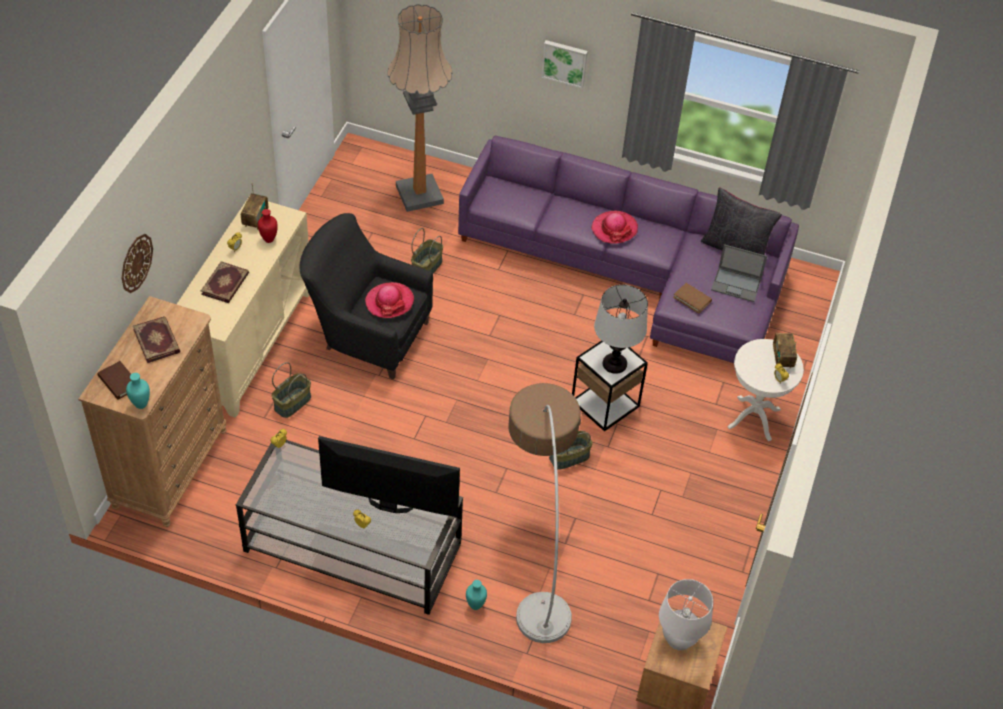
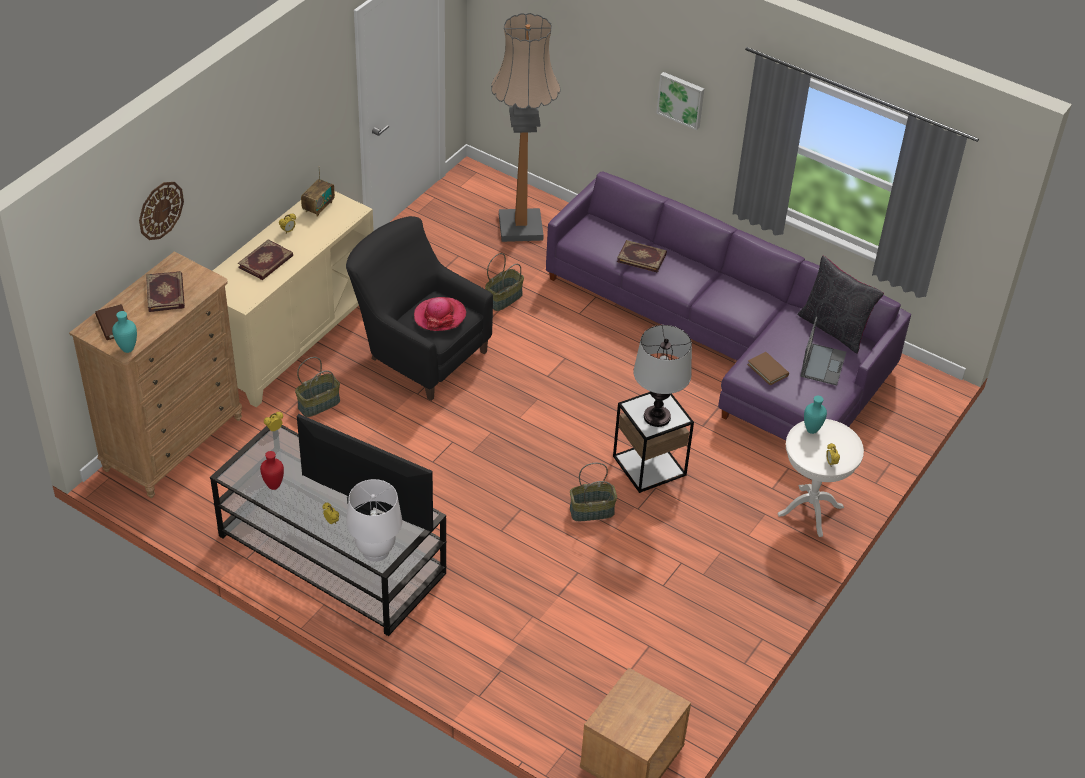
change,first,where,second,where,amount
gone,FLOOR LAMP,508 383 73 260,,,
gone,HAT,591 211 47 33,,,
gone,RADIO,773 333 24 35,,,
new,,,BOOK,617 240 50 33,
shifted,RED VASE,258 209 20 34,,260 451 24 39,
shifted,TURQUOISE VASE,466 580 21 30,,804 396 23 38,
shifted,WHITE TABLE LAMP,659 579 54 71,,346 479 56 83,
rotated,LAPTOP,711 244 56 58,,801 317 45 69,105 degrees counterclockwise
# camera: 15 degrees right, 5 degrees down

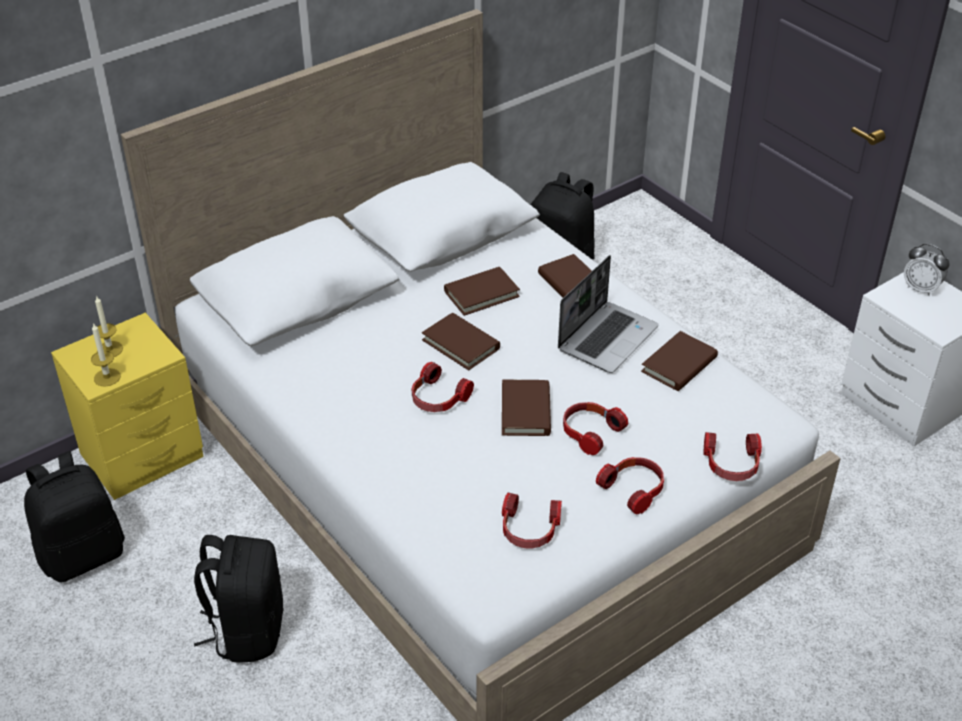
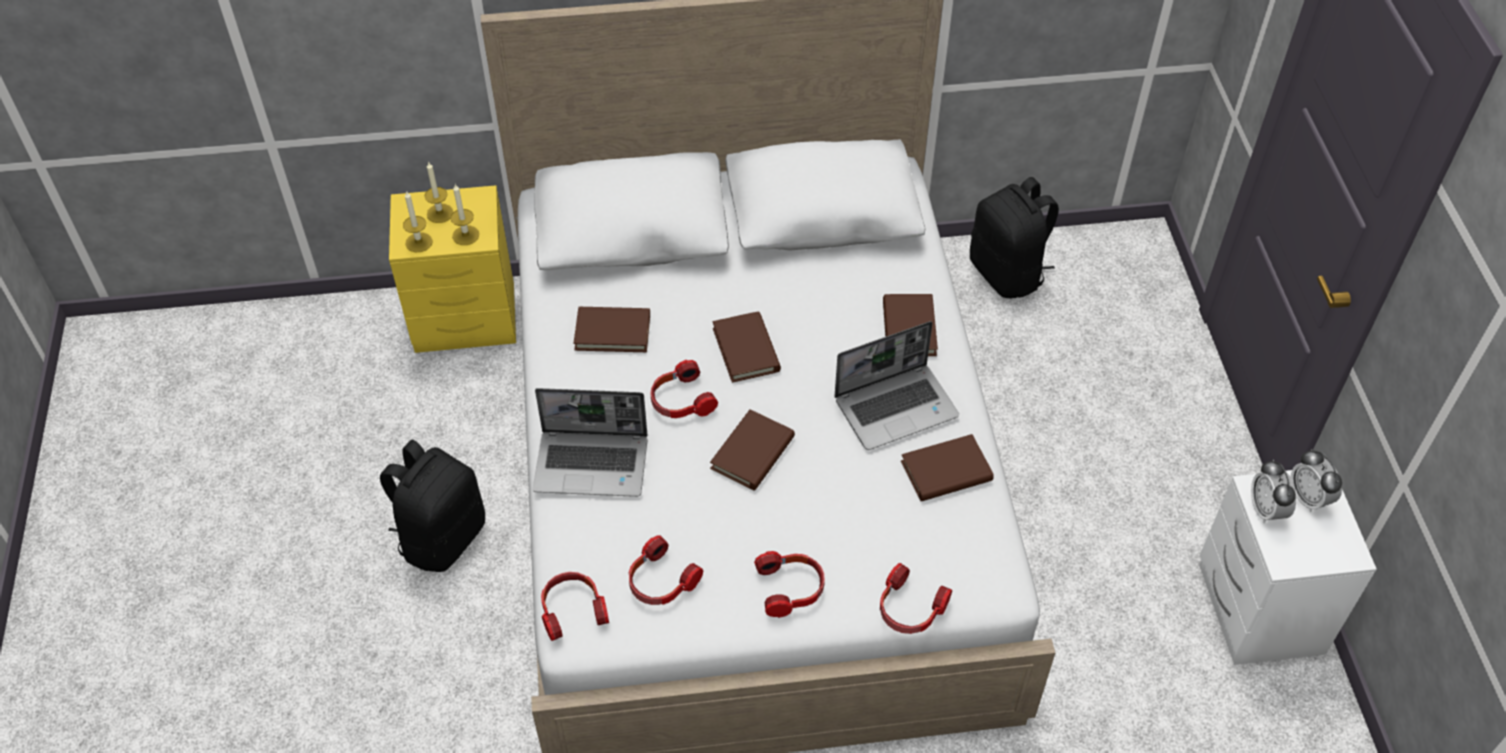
change,first,where,second,where,amount
gone,BLACK BACKPACK,24 451 101 132,,,
new,,,CANDLE,450 184 29 61,
new,,,LAPTOP,533 388 114 109,
new,,,ALARM CLOCK,1251 459 45 64,
shifted,BROWN BOOK,444 267 76 49,,574 307 76 45,
shifted,HEADPHONES,563 402 65 53,,541 572 68 69,
# camera: 30 degrees right, 10 degrees up

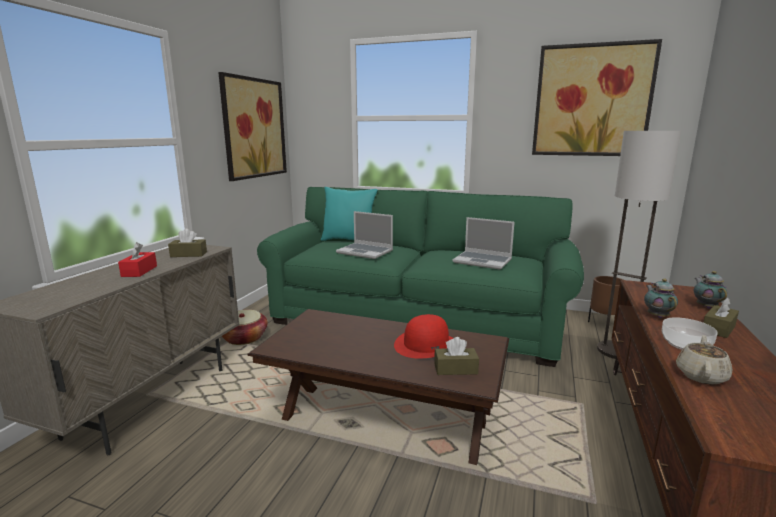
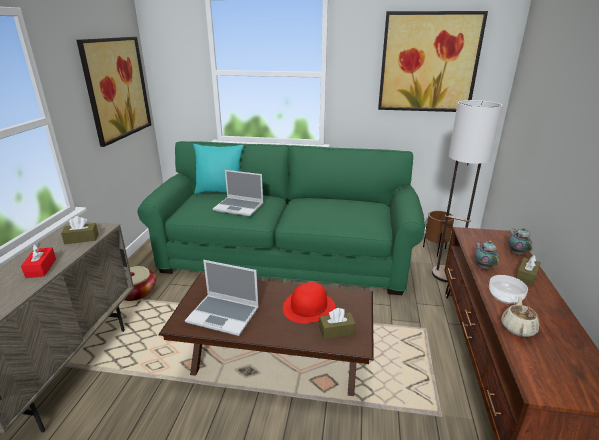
change,first,where,second,where,amount
shifted,LAPTOP,453 217 62 53,,185 260 74 76,
# camera: 10 degrees left, 10 degrees up

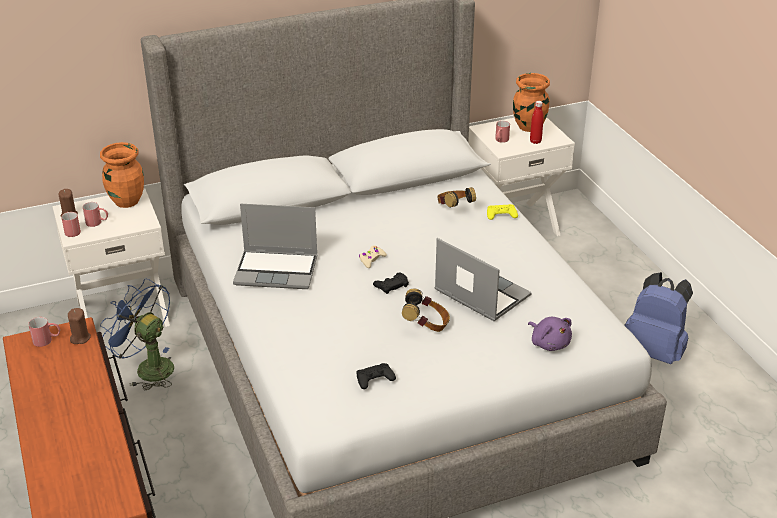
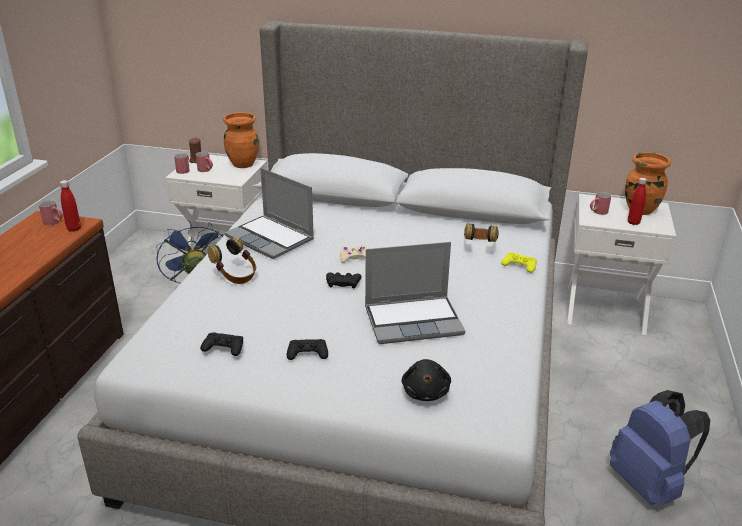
change,first,where,second,where,amount
new,,,BLACK GAME CONTROLLER,287 339 41 21,
shifted,HEADPHONES,402 289 48 43,,208 237 48 47,
swapped,BROWN CANDLE,68 308 23 36,RED BOTTLE,60 180 21 52,
repainted,PURPLE PLUSH TOY,528 317 44 34,BLACK PLUSH TOY,401 359 50 42,
rotated,LAPTOP,435 238 97 83,,365 242 100 102,90 degrees clockwise
# camera: 35 degrees right, 5 degrees down

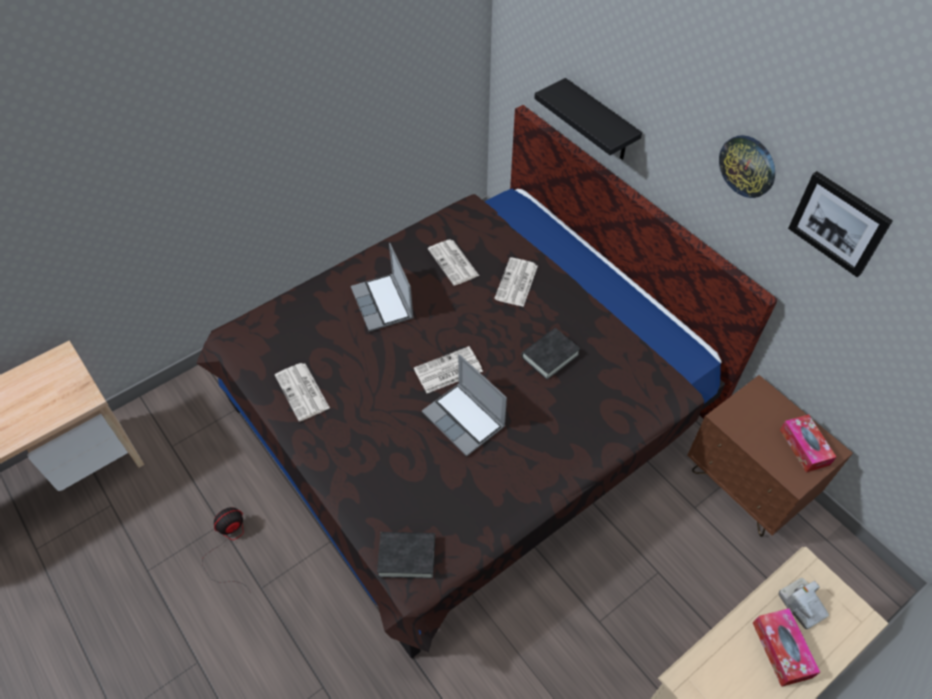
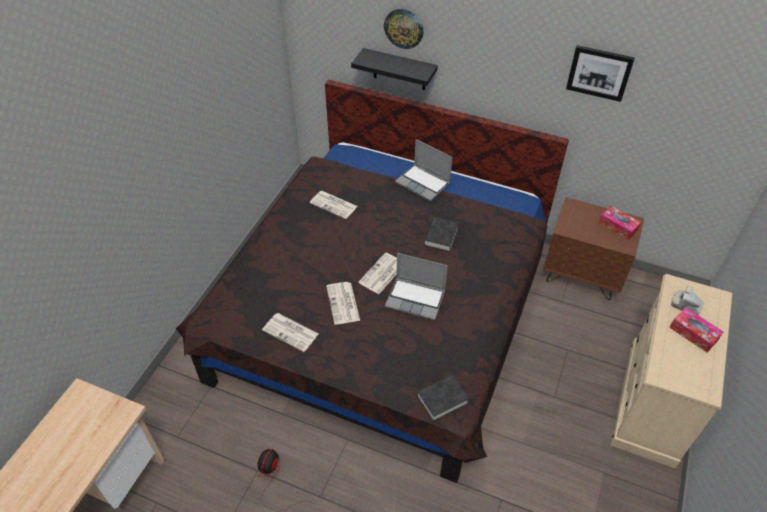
change,first,where,second,where,amount
shifted,LAPTOP,351 243 63 89,,395 139 58 62,
shifted,NEWSPAPER,494 258 44 49,,326 282 34 43,
shifted,WALL CLOCK,719 135 56 63,,384 9 40 40,
# camera: 30 degrees left, 5 degrees down

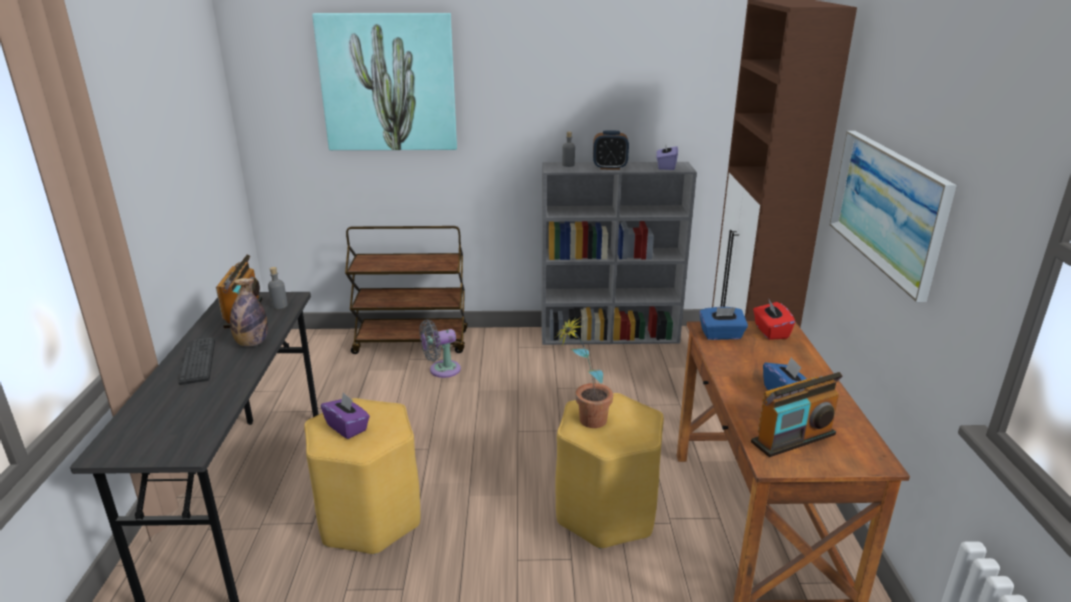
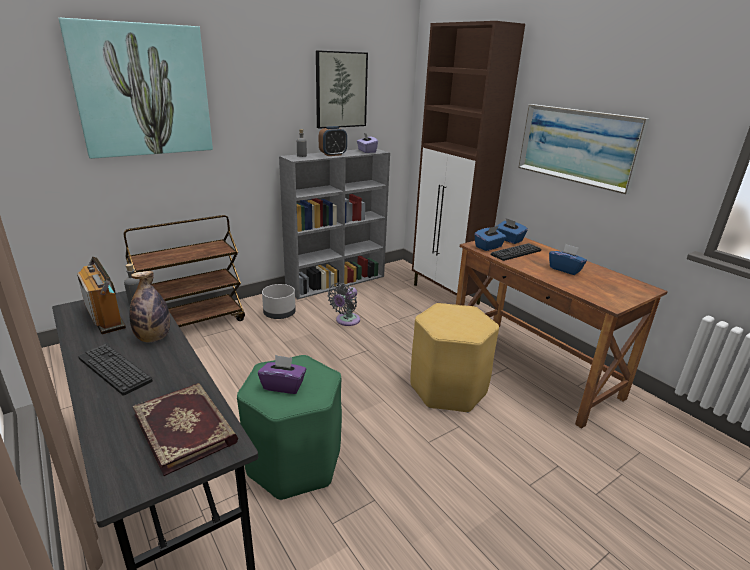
change,first,where,second,where,amount
gone,POTTED PLANT,556 317 57 111,,,
gone,RADIO,751 372 92 85,,,
new,,,BOOK,133 383 105 93,
new,,,GREY PLANTER,262 284 34 35,
new,,,PICTURE,316 50 52 79,
new,,,KEYBOARD,491 243 50 18,
shifted,GREY FAN,419 319 42 59,,328 283 32 43,
repainted,YELLOW STOOL,304 398 116 157,GREEN STOOL,237 355 105 145,
repainted,RED TISSUE BOX,753 298 42 42,BLUE TISSUE BOX,495 218 33 26,
# camera: 35 degrees left, 0 degrees up

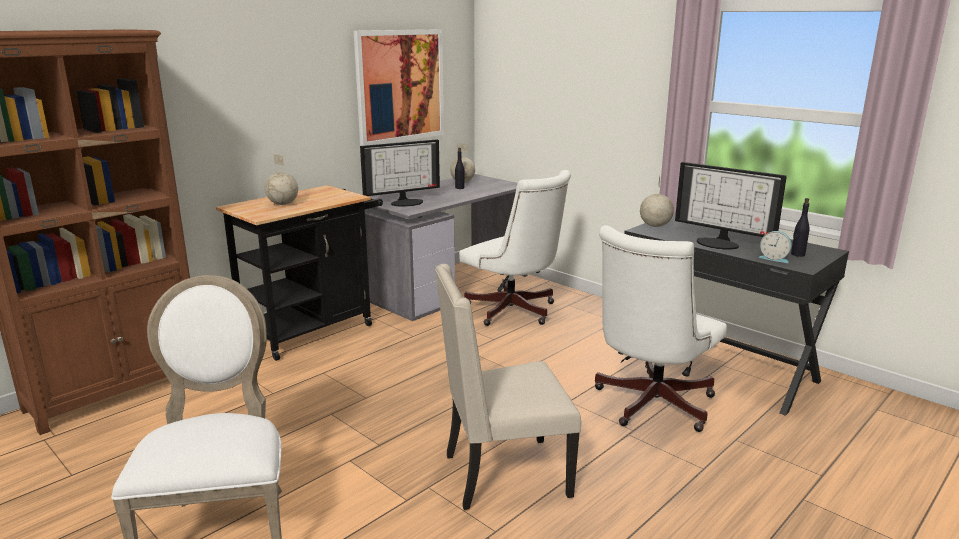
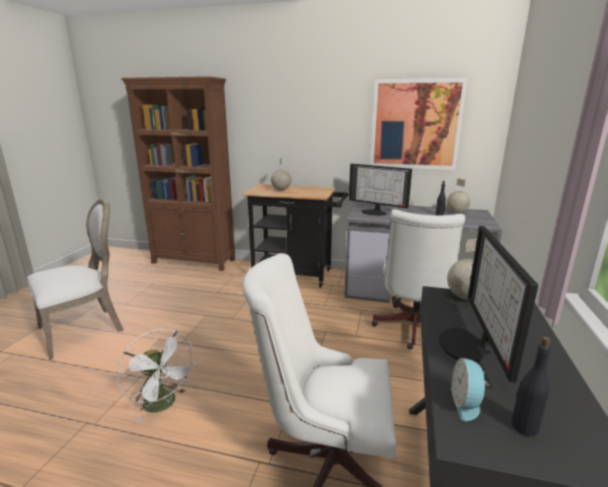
change,first,where,second,where,amount
swapped,BEIGE CHAIR,435 264 146 246,WHITE FAN,118 329 78 94,
# camera: 60 degrees right, 0 degrees up

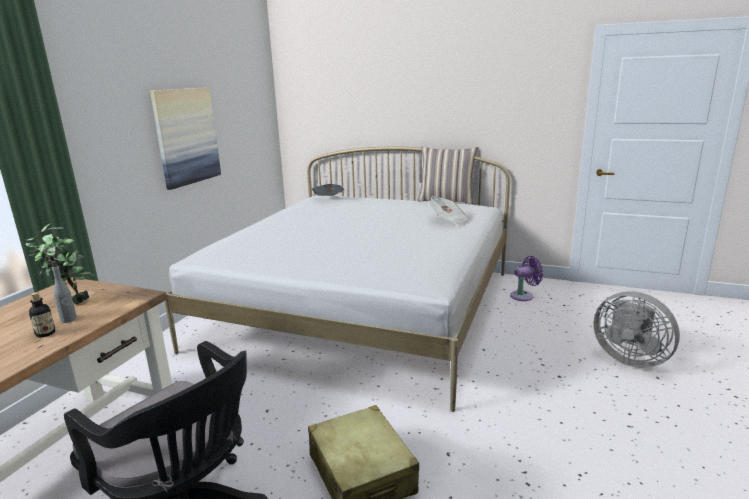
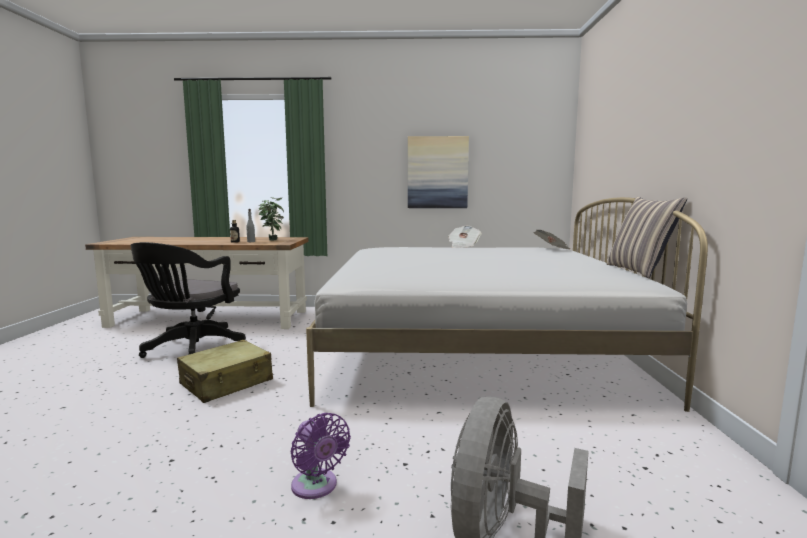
change,first,where,second,where,amount
shifted,NEWSPAPER,429 196 40 30,,448 225 34 23,
shifted,PURPLE FAN,510 256 33 45,,291 413 60 86,
# camera: 70 degrees right, 10 degrees down

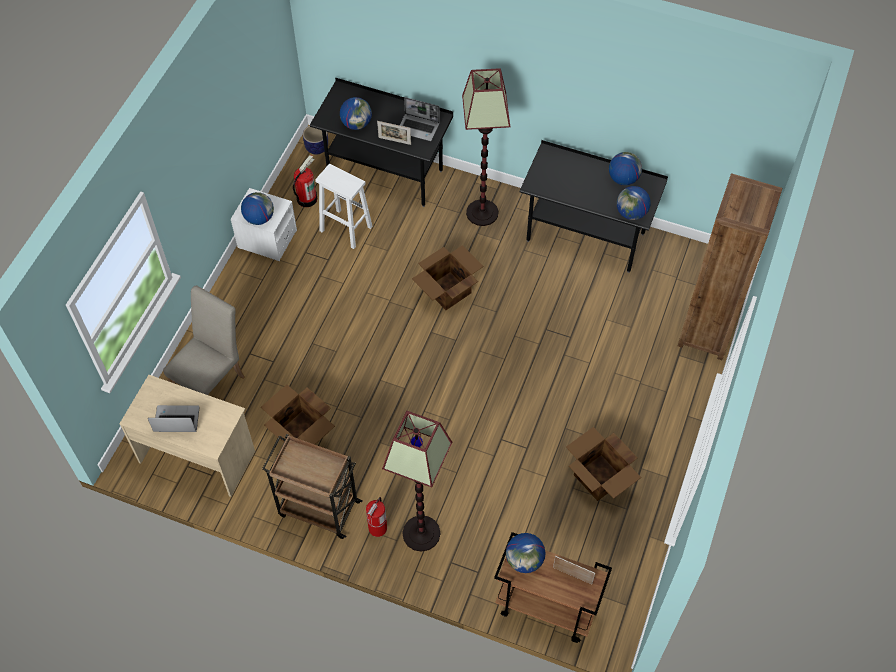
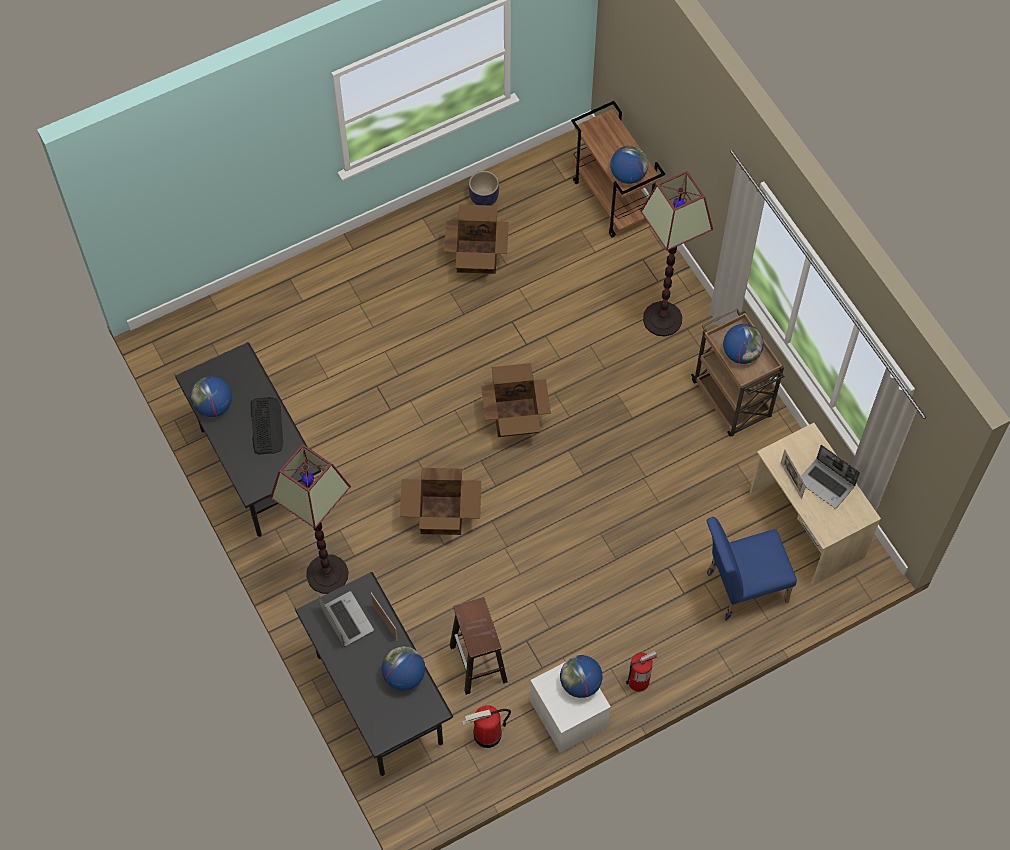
change,first,where,second,where,amount
gone,BROWN BOOKCASE,678 173 105 187,,,
new,,,KEYBOARD,251 397 33 58,
shifted,CARDBOARD BOX,261 385 74 59,,481 363 70 74,
shifted,PLANTER,303 126 25 29,,469 171 30 35,
shifted,FIRE EXTINGUISHER,366 497 21 40,,626 651 31 41,
shifted,PICTURE FRAME,553 556 42 28,,781 449 25 50,
shifted,GLOBE,617 186 34 34,,723 324 41 40,
repainted,BEIGE CHAIR,163 286 82 109,BLUE CHAIR,707 517 90 104,
repainted,WHITE STOOL,315 164 58 85,BROWN STOOL,450 597 58 98,
# camera: 140 degrees left, 5 degrees up

